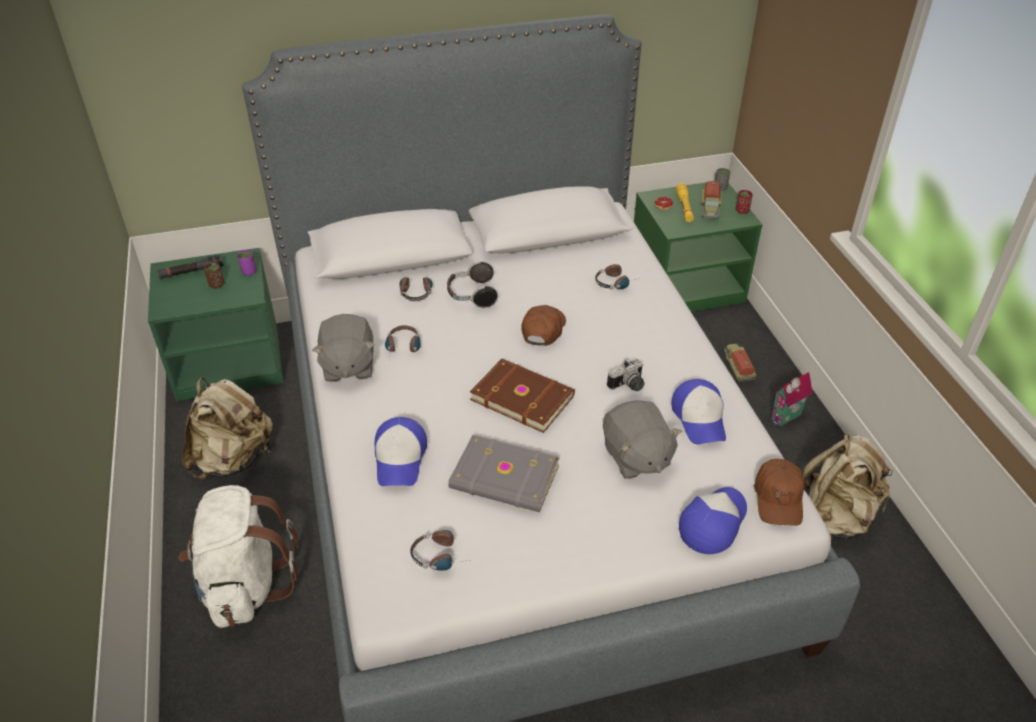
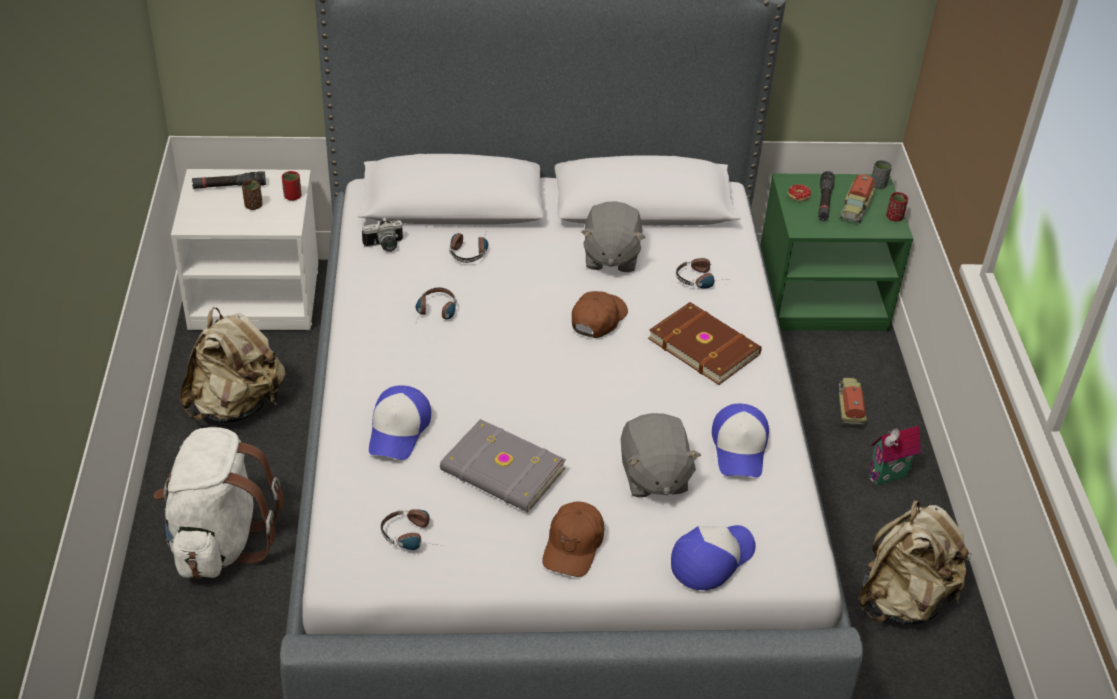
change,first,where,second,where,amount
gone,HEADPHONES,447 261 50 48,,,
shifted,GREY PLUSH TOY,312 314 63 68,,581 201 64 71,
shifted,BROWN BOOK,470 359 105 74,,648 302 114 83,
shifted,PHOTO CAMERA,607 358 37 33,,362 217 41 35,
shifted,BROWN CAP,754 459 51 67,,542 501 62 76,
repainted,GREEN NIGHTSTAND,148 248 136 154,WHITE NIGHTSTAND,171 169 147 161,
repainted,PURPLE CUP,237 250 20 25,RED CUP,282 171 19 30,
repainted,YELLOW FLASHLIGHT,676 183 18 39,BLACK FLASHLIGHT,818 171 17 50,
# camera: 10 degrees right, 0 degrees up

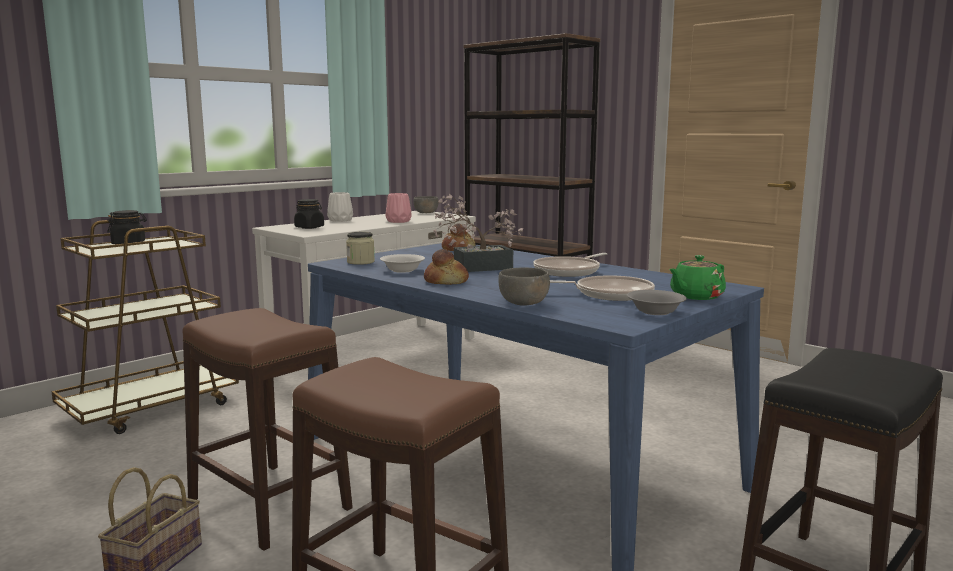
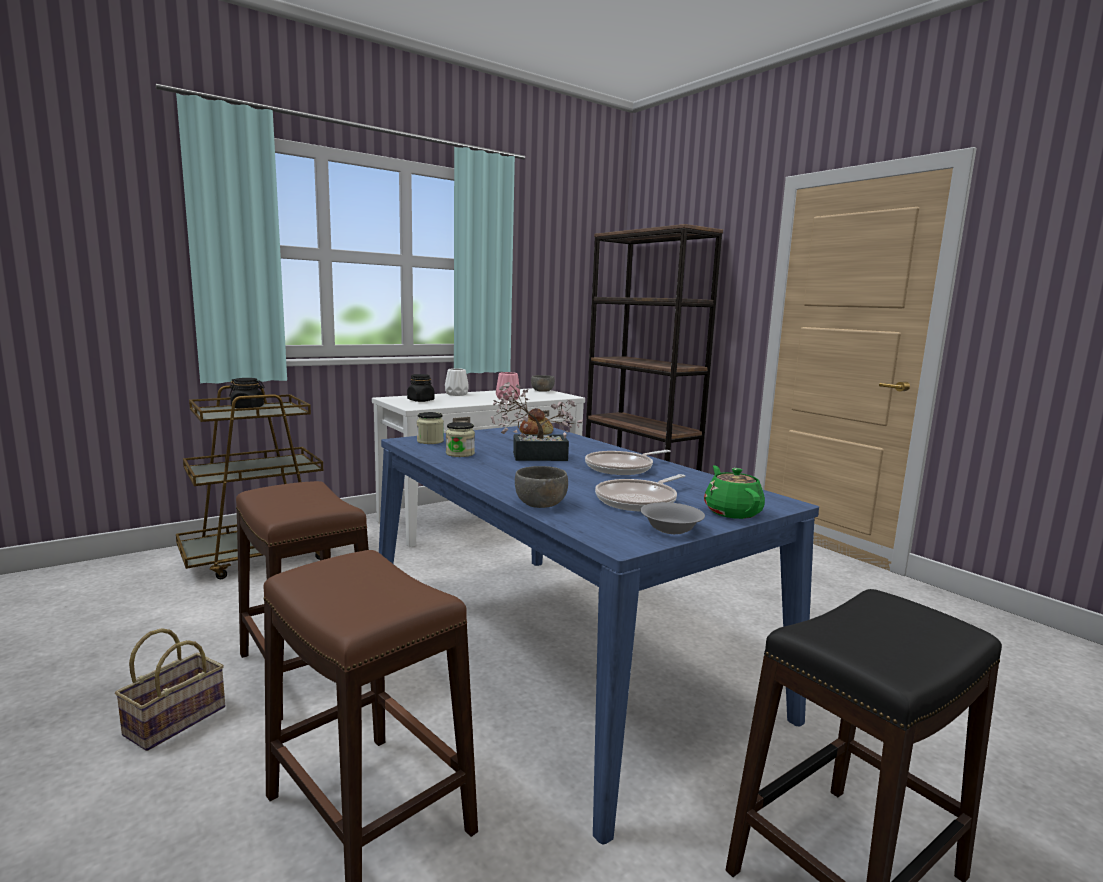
change,first,where,second,where,amount
gone,BREAD,424 249 45 36,,,
swapped,WHITE BOWL,380 254 45 19,JAR,446 422 29 35,
rotated,FRYING PAN,550 275 105 26,,595 474 90 38,120 degrees clockwise
rotated,GREEN TEAPOT,669 255 57 45,,704 465 61 54,105 degrees clockwise
# camera: 10 degrees right, 0 degrees up

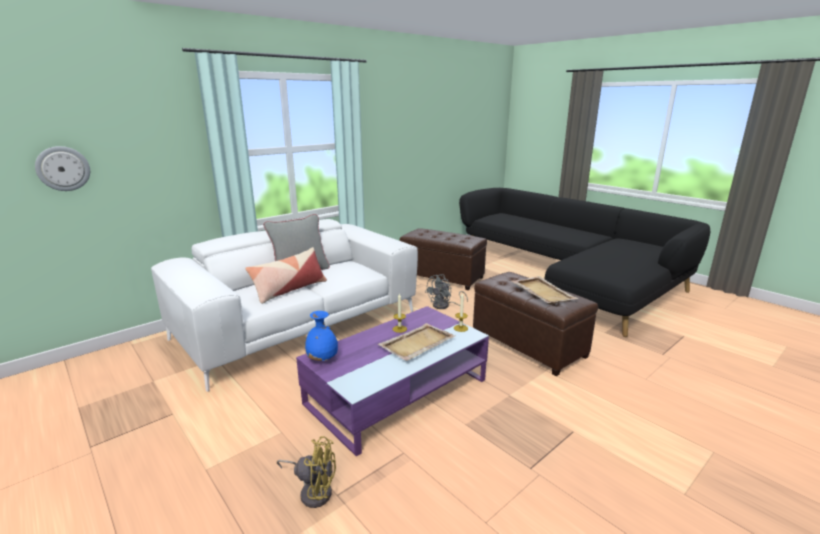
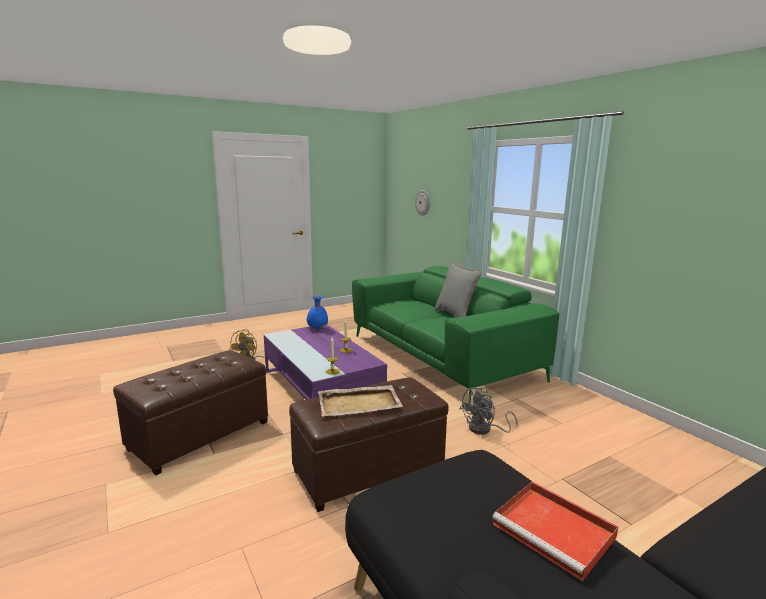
change,first,where,second,where,amount
gone,PILLOW,245 247 82 57,,,
gone,BEIGE TRAY,378 323 77 38,,,
new,,,RED TRAY,492 482 126 99,
shifted,BROWN OTTOMAN,400 228 87 62,,113 350 155 125,
repainted,WHITE SOFA,151 219 267 173,GREEN SOFA,352 266 207 138,
rotated,GREY FAN,425 274 43 35,,460 387 58 48,90 degrees counterclockwise
# camera: 100 degrees right, 5 degrees down

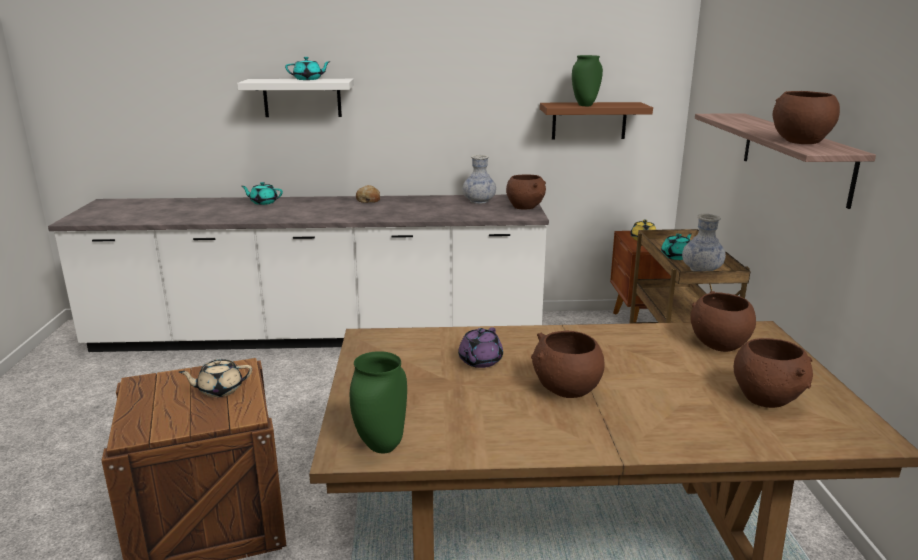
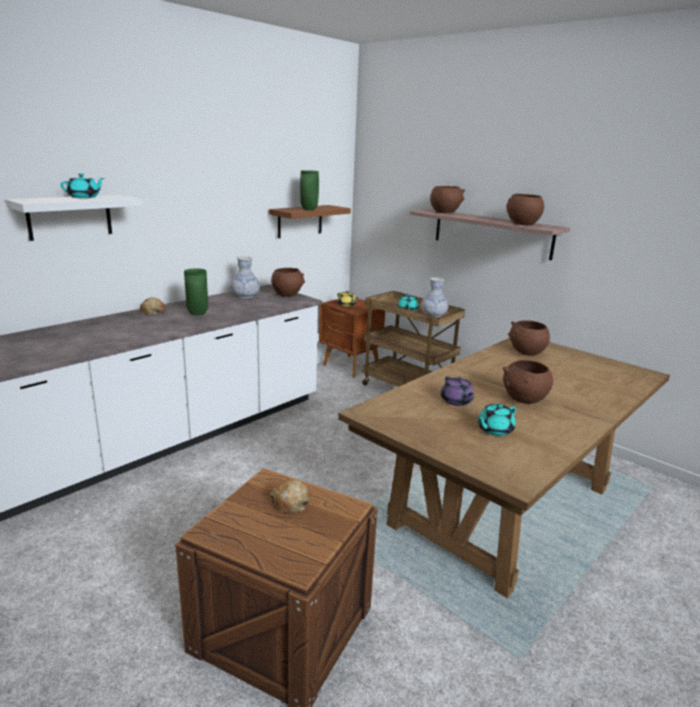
change,first,where,second,where,amount
shifted,TURQUOISE TEAPOT,241 182 42 23,,477 403 39 33,
shifted,GREEN VASE,350 351 57 102,,184 269 24 46,
shifted,BROWN BOWL,734 338 79 70,,430 186 35 27,
swapped,BEIGE TEAPOT,179 359 73 38,BREAD,270 479 41 33,
# camera: 45 degrees left, 0 degrees up

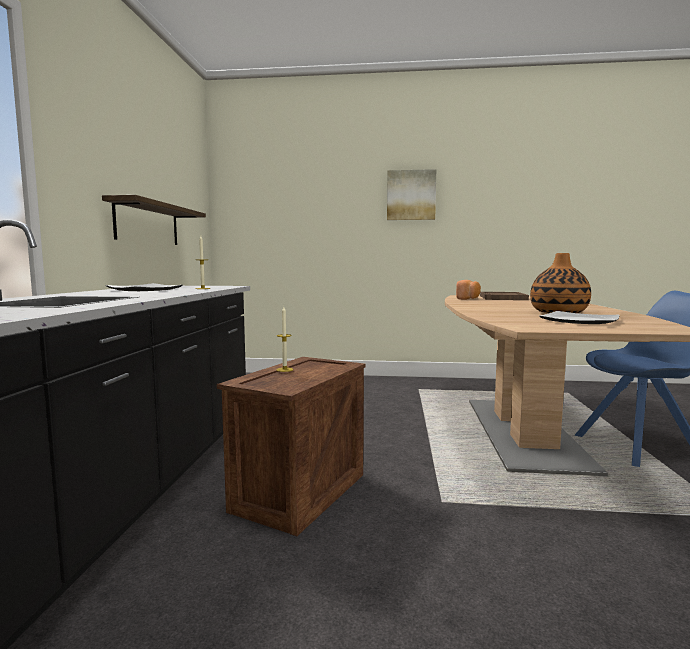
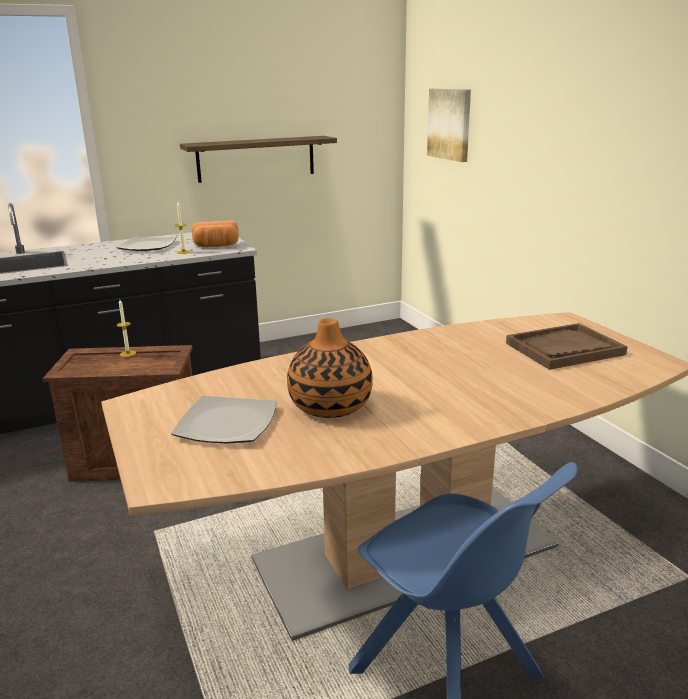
change,first,where,second,where,amount
shifted,PICTURE,387 169 49 51,,427 89 44 73,
shifted,BREAD,456 280 25 20,,192 220 47 27,
# camera: 60 degrees right, 15 degrees up

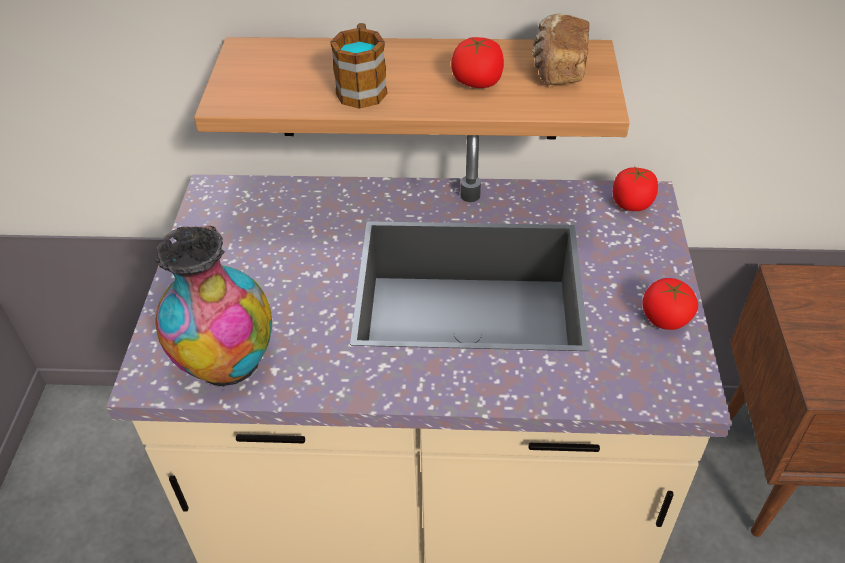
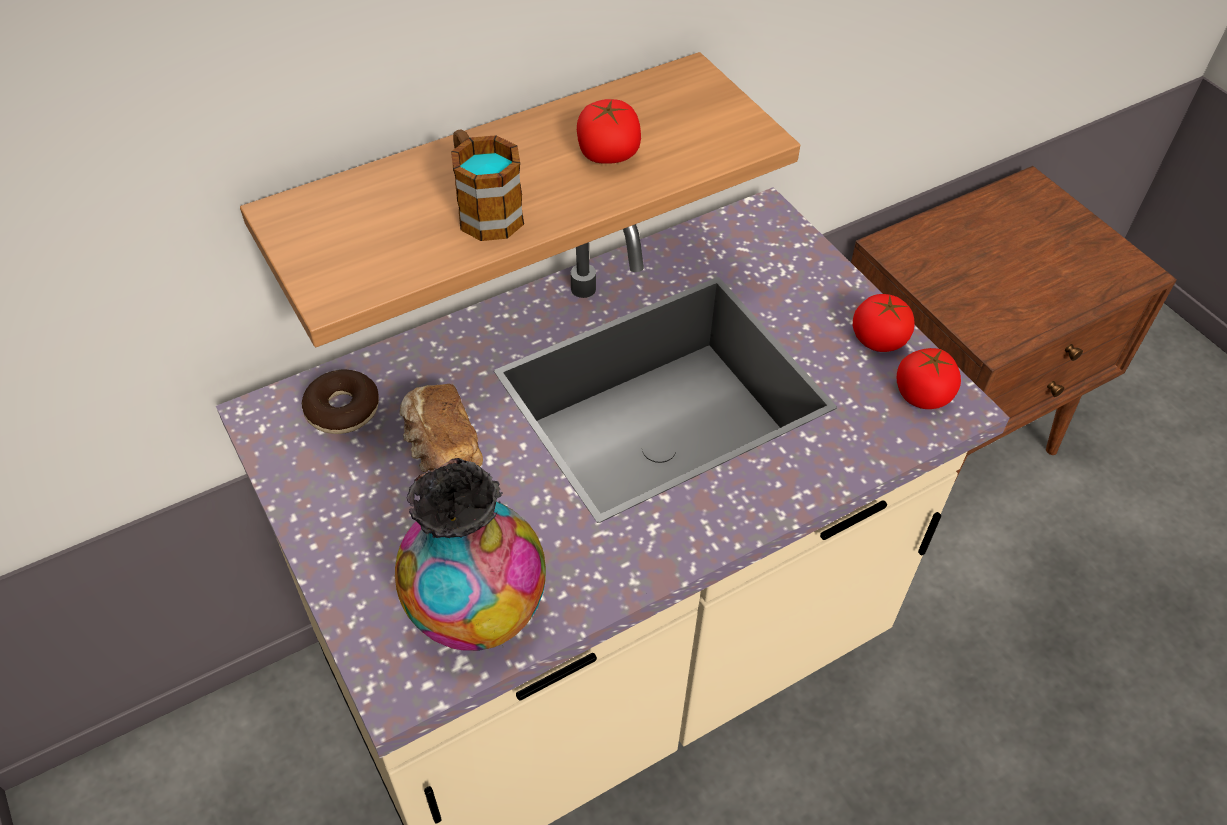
change,first,where,second,where,amount
new,,,DONUT,302 370 77 64,
shifted,BREAD,532 14 57 71,,400 384 83 88,
shifted,TOMATO,613 166 45 45,,897 348 64 61,
# camera: 35 degrees left, 5 degrees up

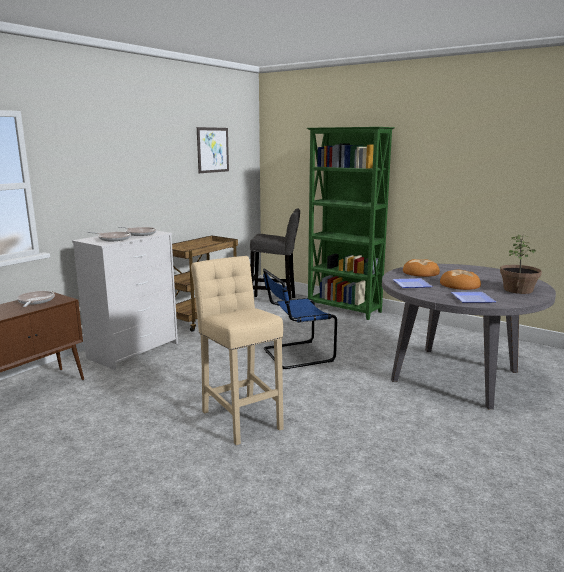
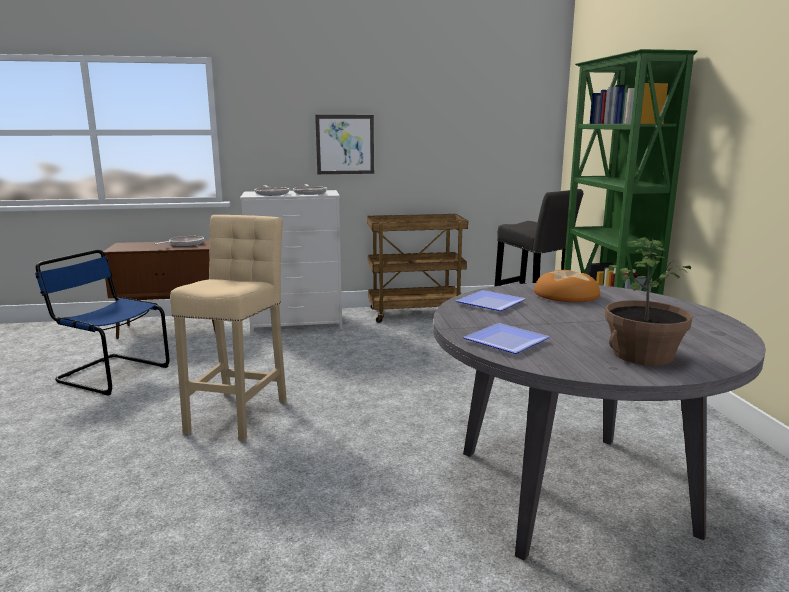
change,first,where,second,where,amount
gone,BREAD,440 270 41 20,,,
shifted,PICTURE,197 127 32 46,,315 115 59 59,
shifted,BLUE CHAIR,263 269 74 100,,35 250 135 145,
# camera: 45 degrees right, 0 degrees up

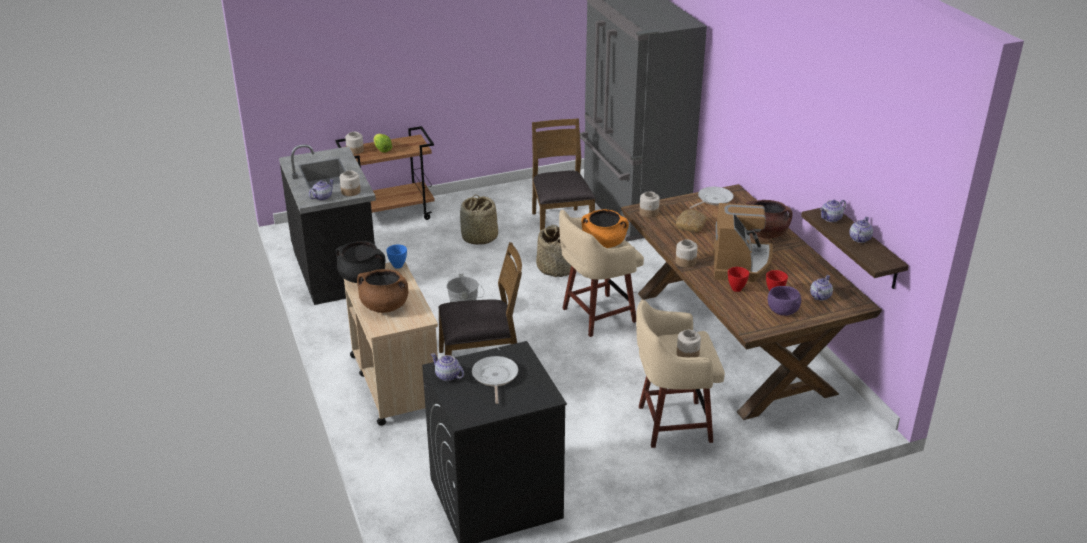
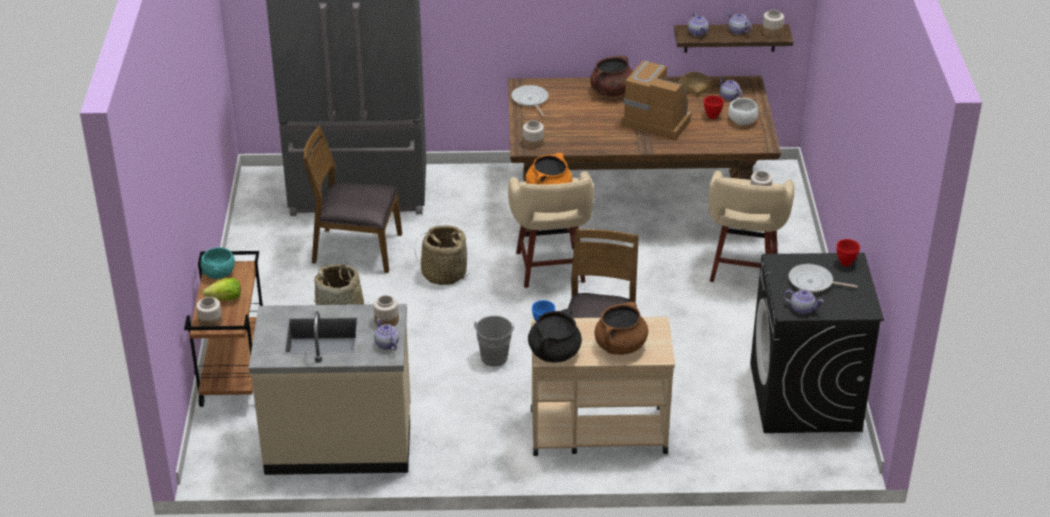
change,first,where,second,where,amount
new,,,TURQUOISE BOWL,201 247 34 32,
shifted,JAR,675 240 23 28,,762 10 22 27,
shifted,BREAD,676 209 30 24,,677 71 36 24,
shifted,RED BOWL,728 267 21 25,,837 239 23 27,
repainted,BLACK COUNTER,279 144 97 161,BEIGE COUNTER,249 304 162 171,
repainted,PURPLE BOWL,768 286 33 30,WHITE BOWL,728 98 30 27,
rotated,TEAPOT,431 353 33 28,,784 289 40 25,120 degrees counterclockwise
# camera: 70 degrees left, 5 degrees up

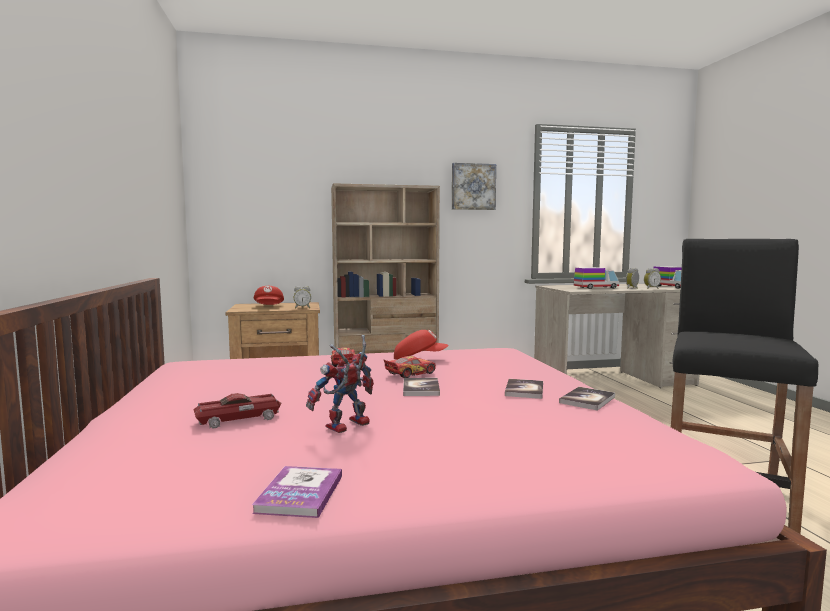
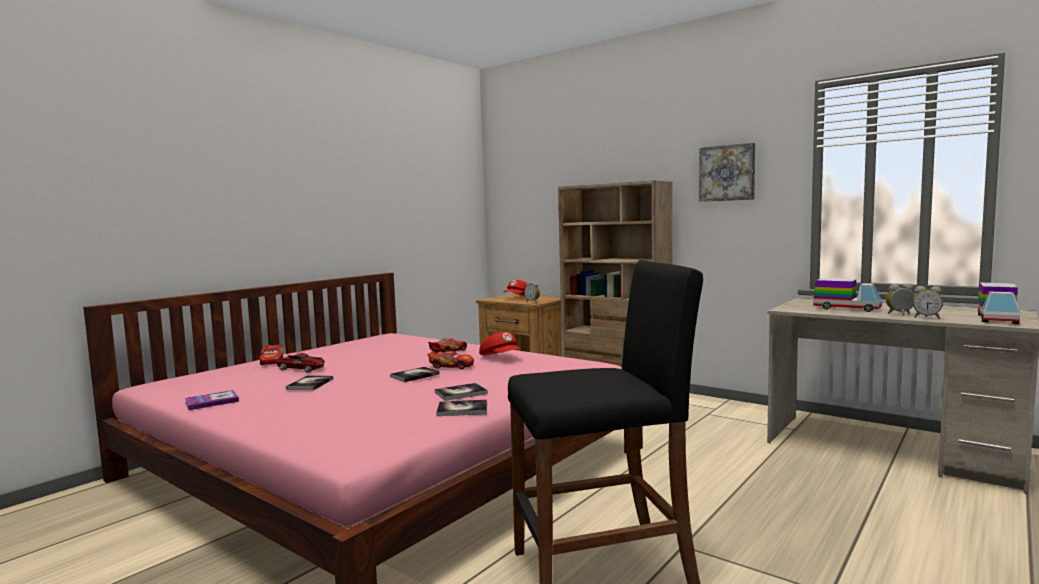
change,first,where,second,where,amount
new,,,TOY CAR,259 344 24 21,
swapped,TOY ROBOT,306 335 68 98,BOOK,286 375 47 15,
# camera: 50 degrees right, 0 degrees up

